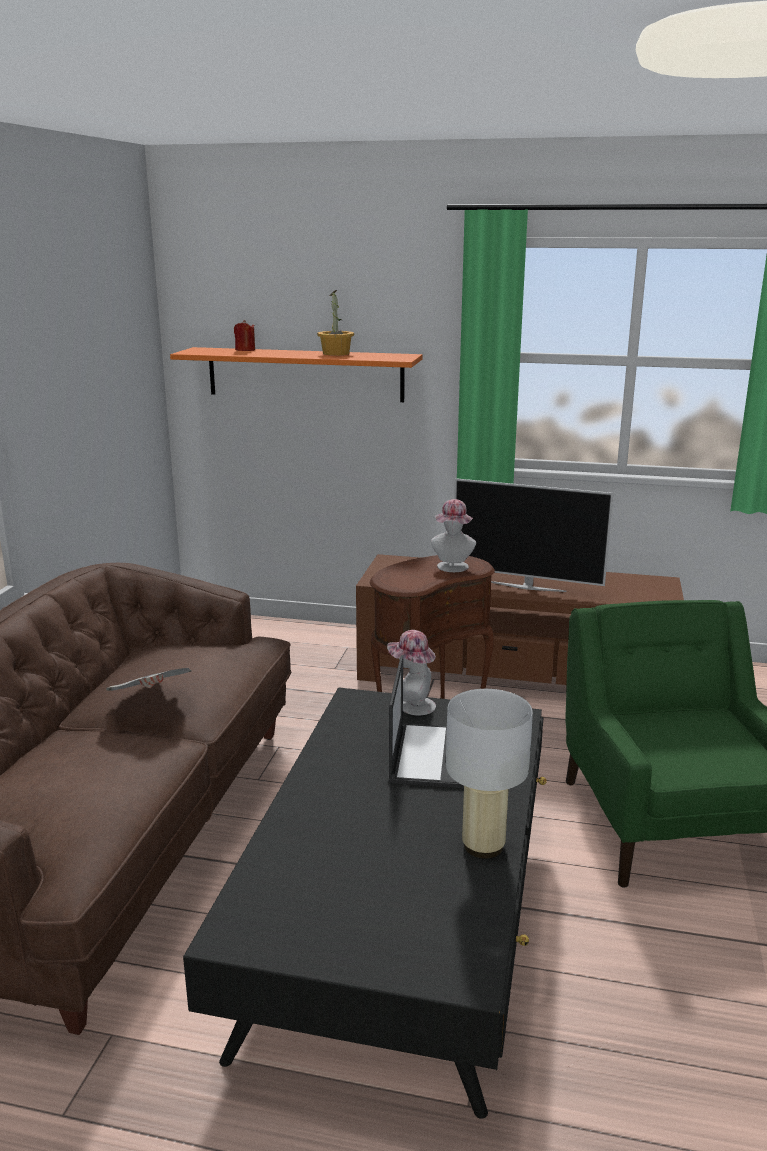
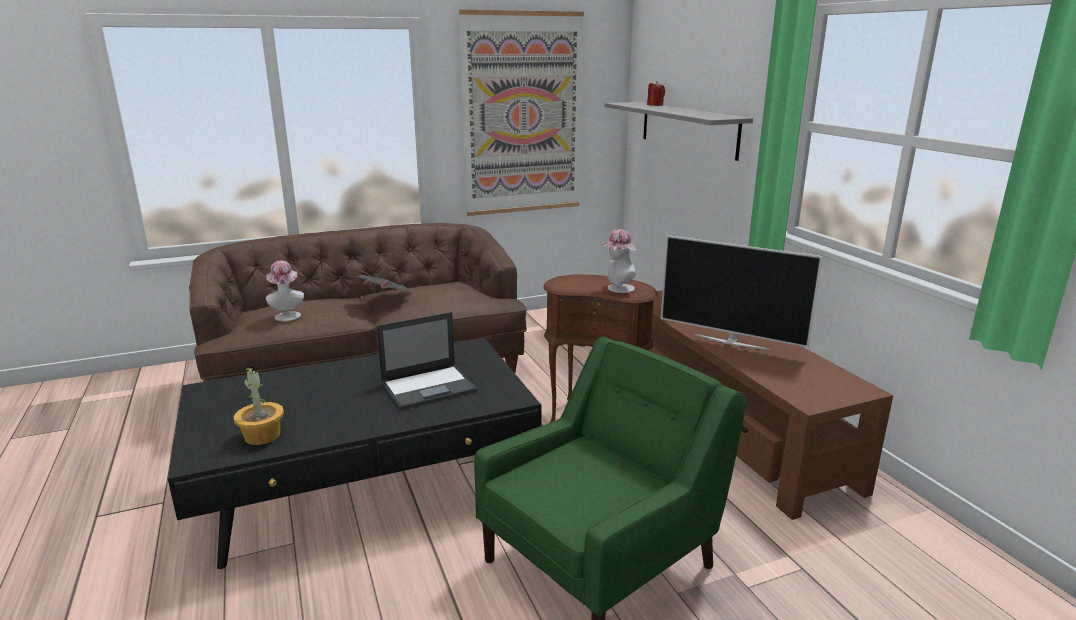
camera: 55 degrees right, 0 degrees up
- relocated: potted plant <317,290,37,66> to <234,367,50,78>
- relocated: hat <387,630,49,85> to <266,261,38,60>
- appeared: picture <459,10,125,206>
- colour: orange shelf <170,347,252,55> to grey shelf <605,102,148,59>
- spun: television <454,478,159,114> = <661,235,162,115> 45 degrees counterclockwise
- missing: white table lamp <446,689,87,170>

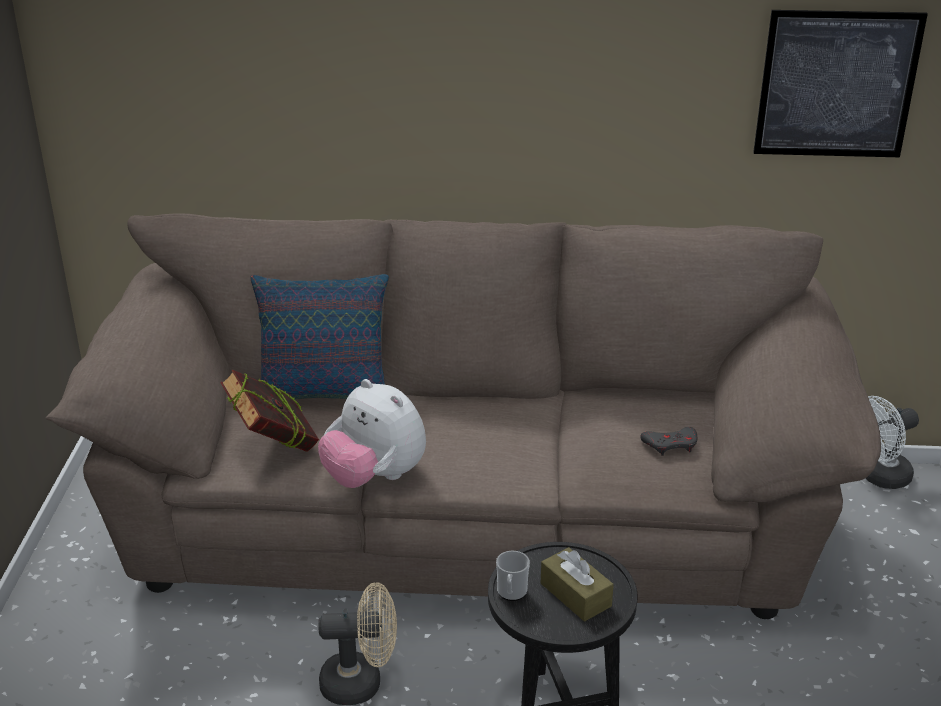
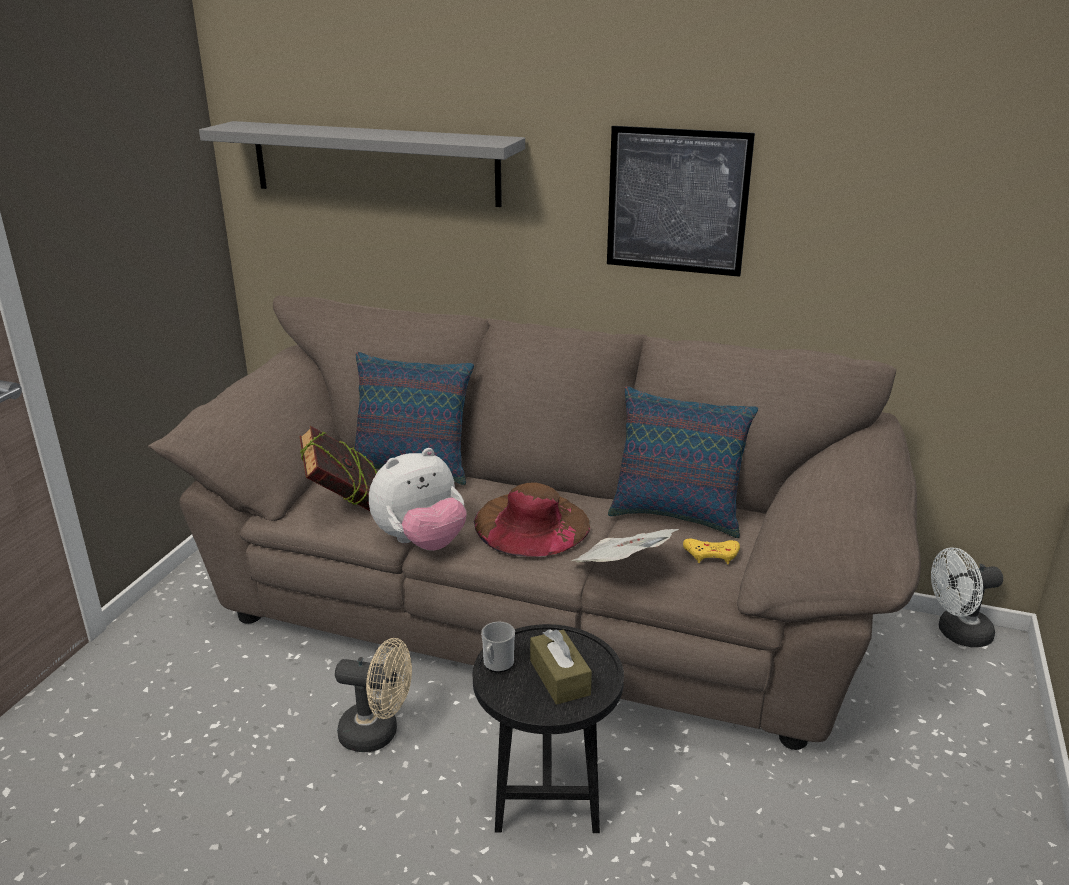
camera: 15 degrees right, 5 degrees down
- appeared: grey shelf <199,121,326,86>
- spun: plush toy <318,379,108,109> = <369,448,97,103> 90 degrees counterclockwise
- appeared: brown hat <474,482,116,75>
- appeared: newspaper <571,529,108,33>
- relocated: picture <753,10,175,147> to <607,126,148,151>
- appeared: blue pillow <608,386,150,152>
- colour: grey game controller <641,427,56,29> to yellow game controller <683,539,57,25>

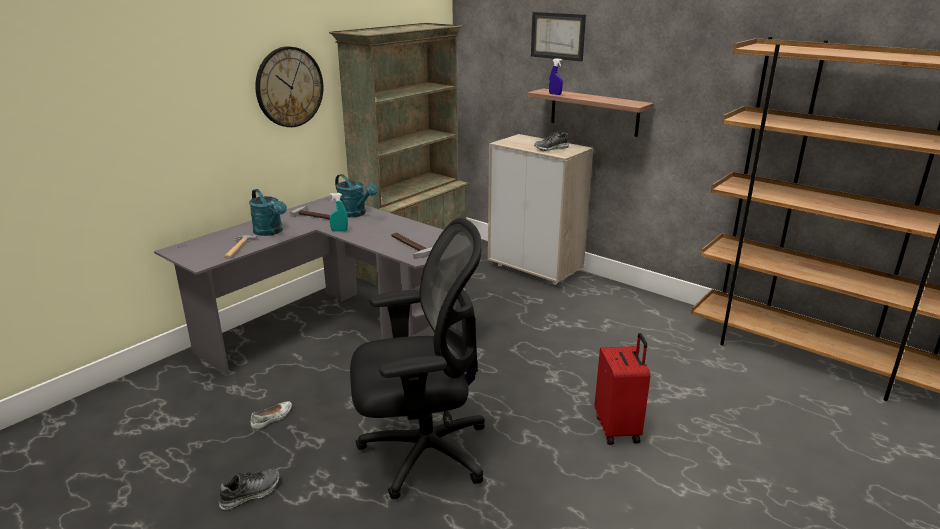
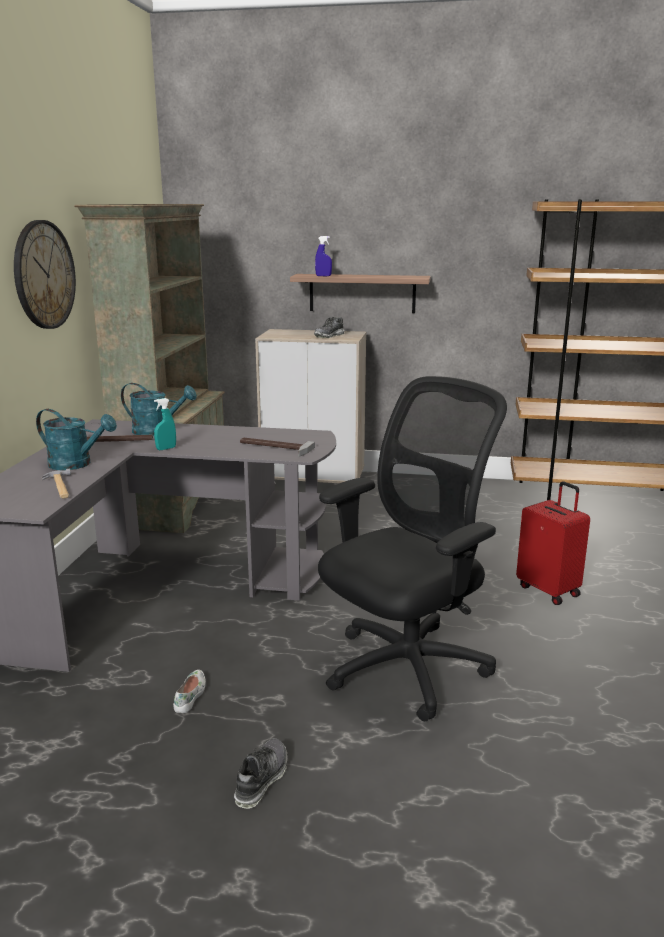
camera: 30 degrees left, 5 degrees down
- missing: picture <531,12,55,49>

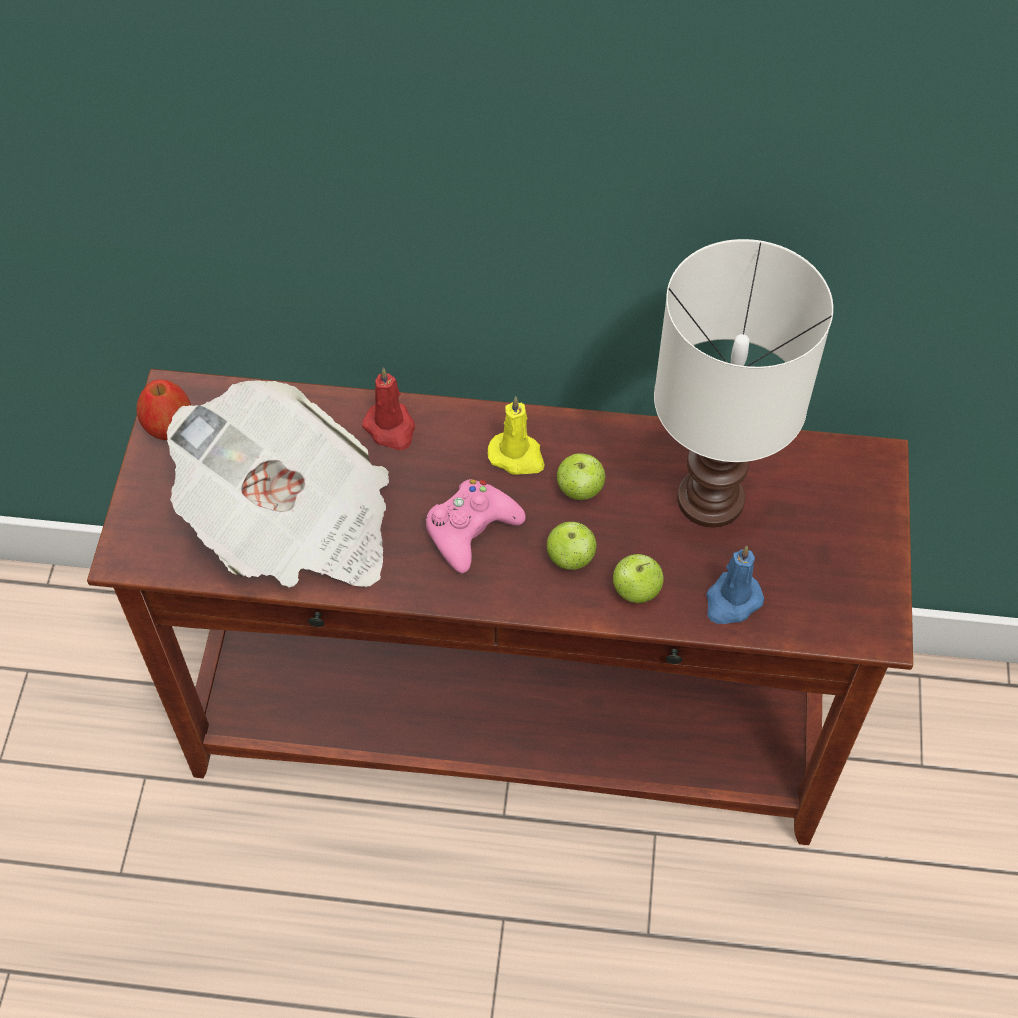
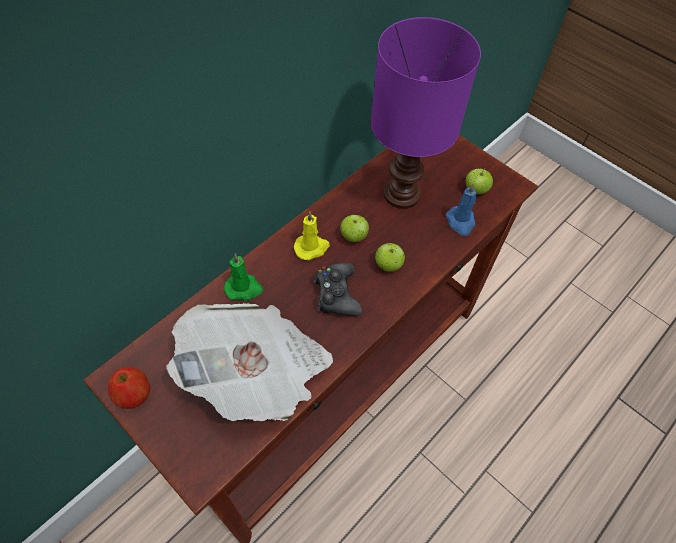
camera: 55 degrees left, 0 degrees up
- colour: red candle <362,367,53,83> to green candle <224,253,39,48>
- colour: pink game controller <426,479,100,94> to black game controller <314,263,48,53>
- colour: white table lamp <654,239,179,289> to purple table lamp <371,17,110,192>
- relocated: apple <613,554,51,49> to <465,167,28,27>

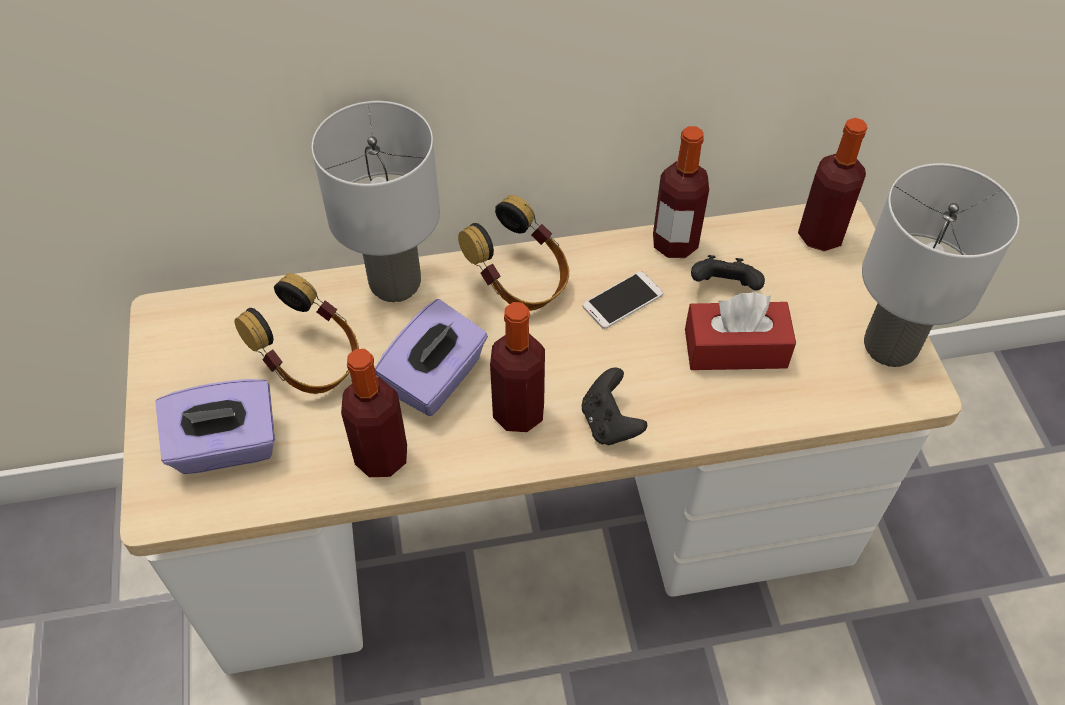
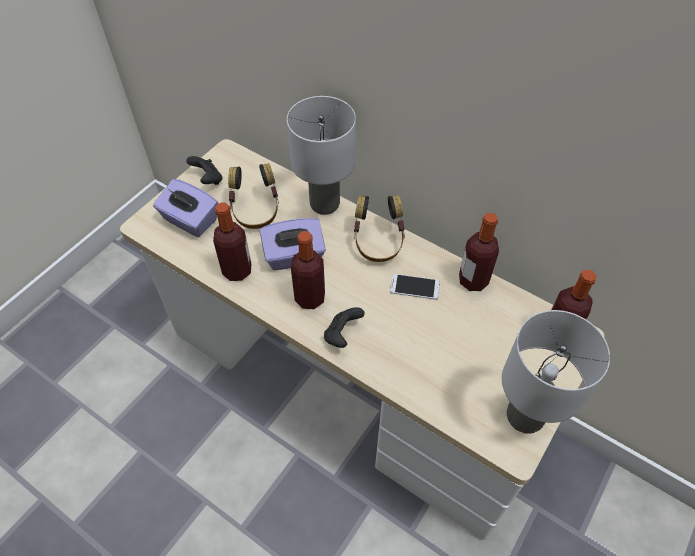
camera: 45 degrees right, 0 degrees up
- relocated: black game controller <691,255,74,36> to <186,156,37,29>
- missing: red tissue box <685,292,111,78>

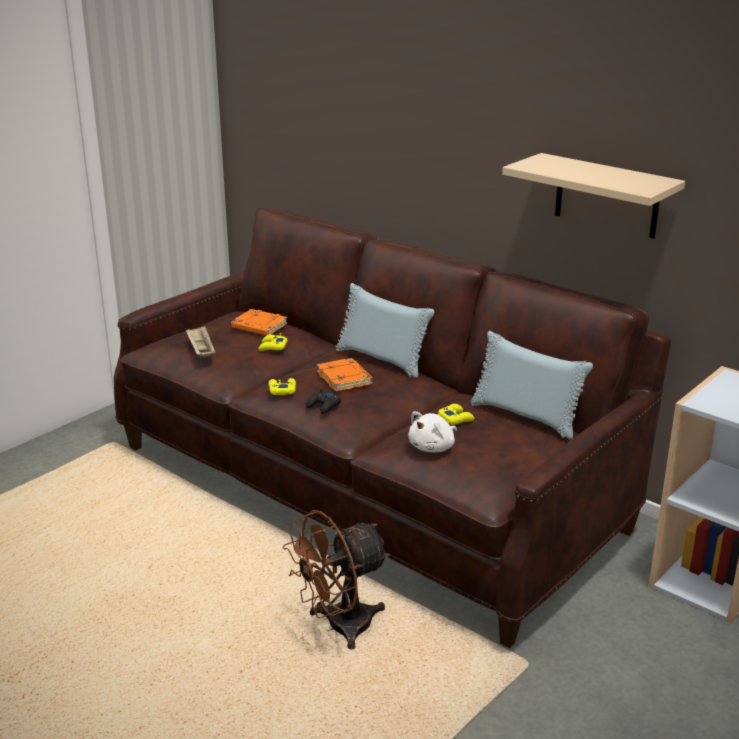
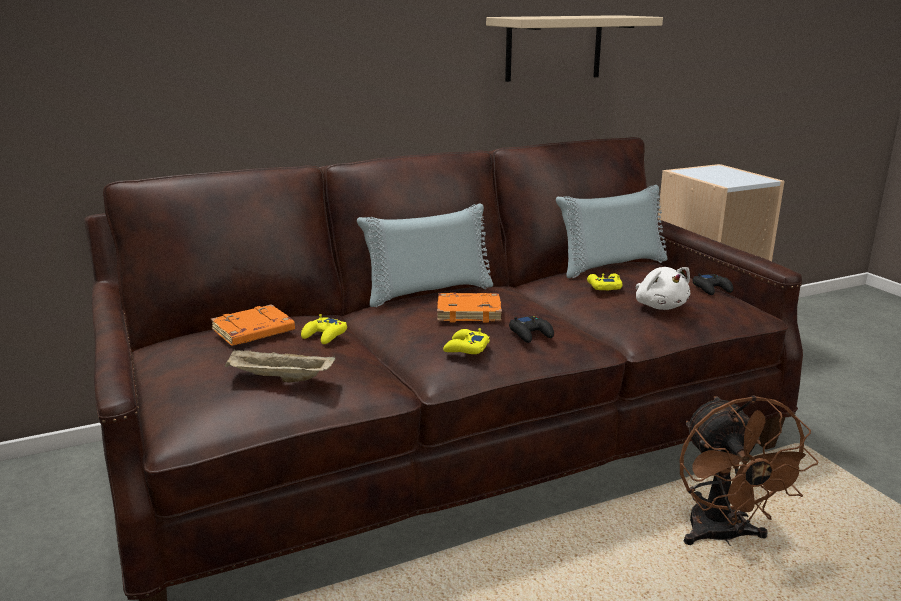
camera: 65 degrees left, 5 degrees down
- appeared: black game controller <692,274,41,21>

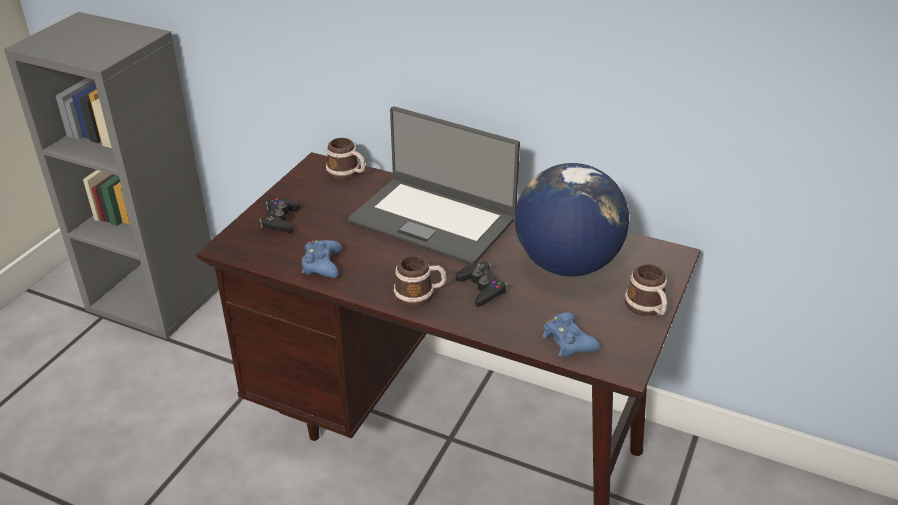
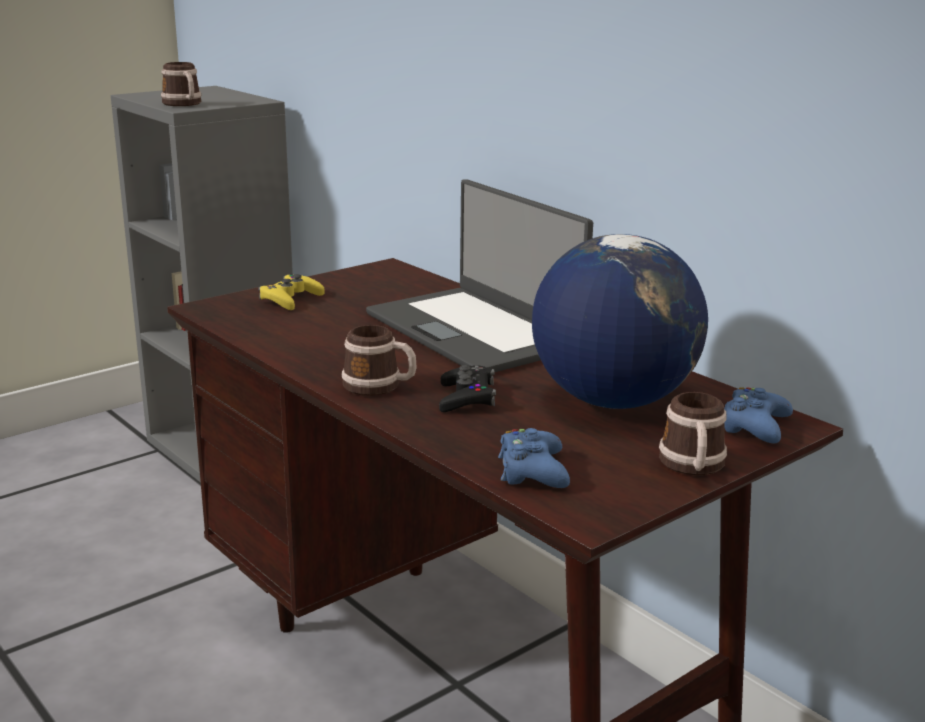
camera: 25 degrees right, 15 degrees down
- relocated: mug <326,138,39,42> to <161,62,40,44>
- colour: black game controller <259,198,41,35> to yellow game controller <258,274,67,36>
- relocated: blue game controller <302,240,40,38> to <724,387,69,57>

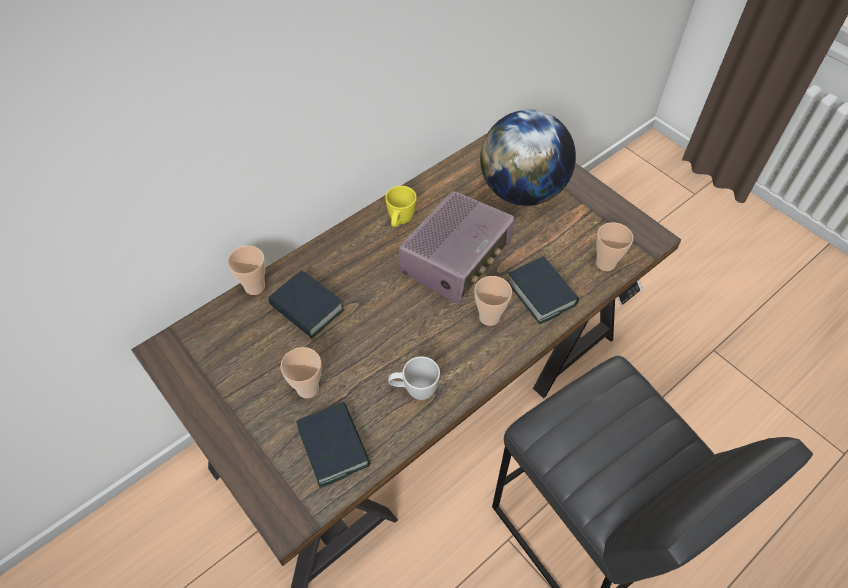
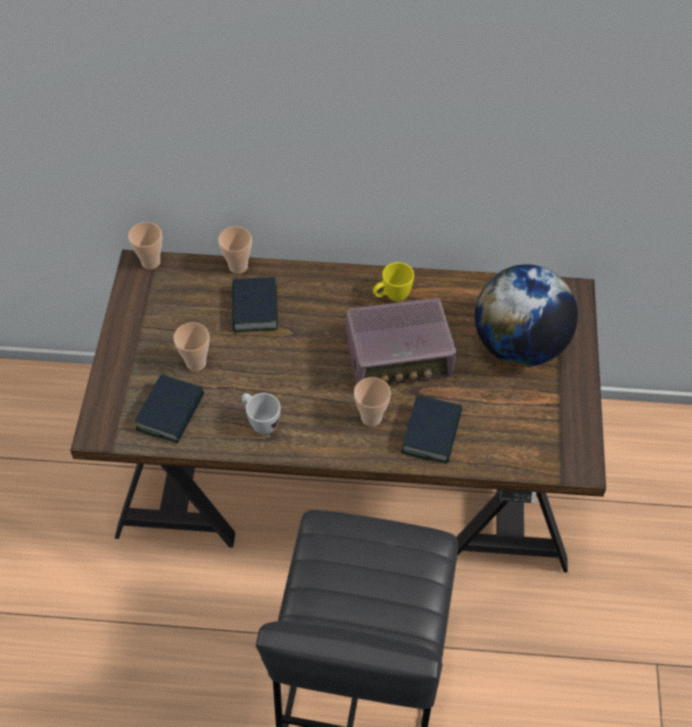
camera: 45 degrees right, 0 degrees up
- relocated: cup <596,222,37,49> to <128,222,34,47>

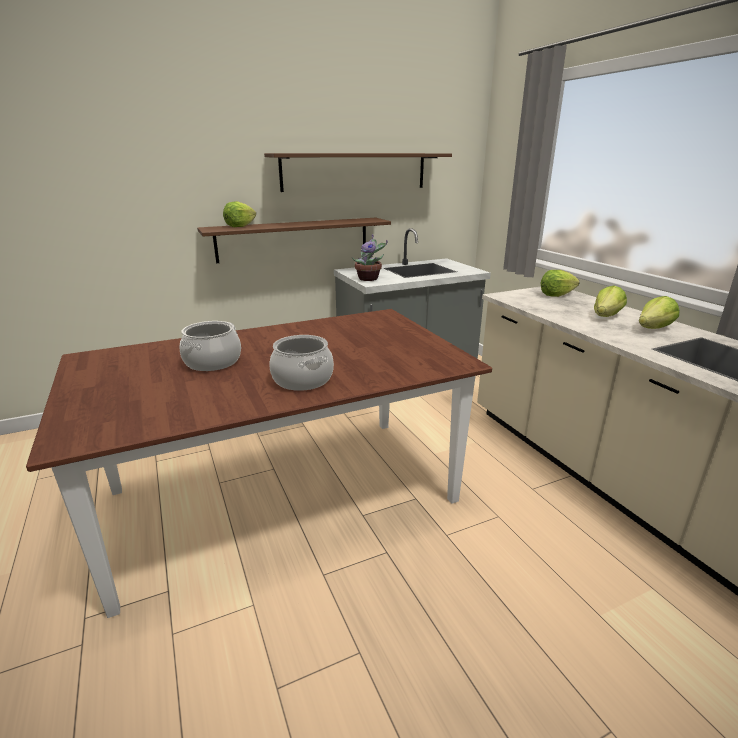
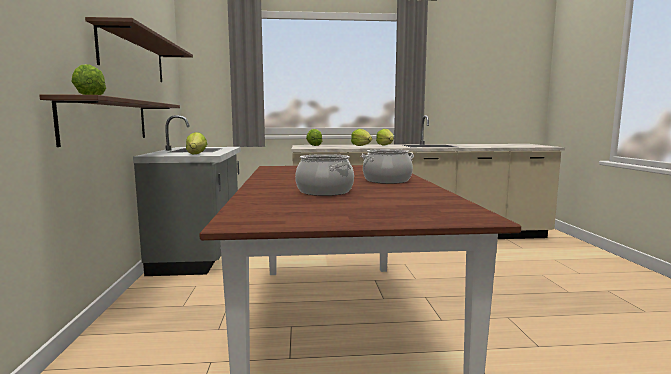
camera: 70 degrees left, 15 degrees down
- exchanged: potted plant <352,235,36,46> to lettuce <186,132,21,22>

